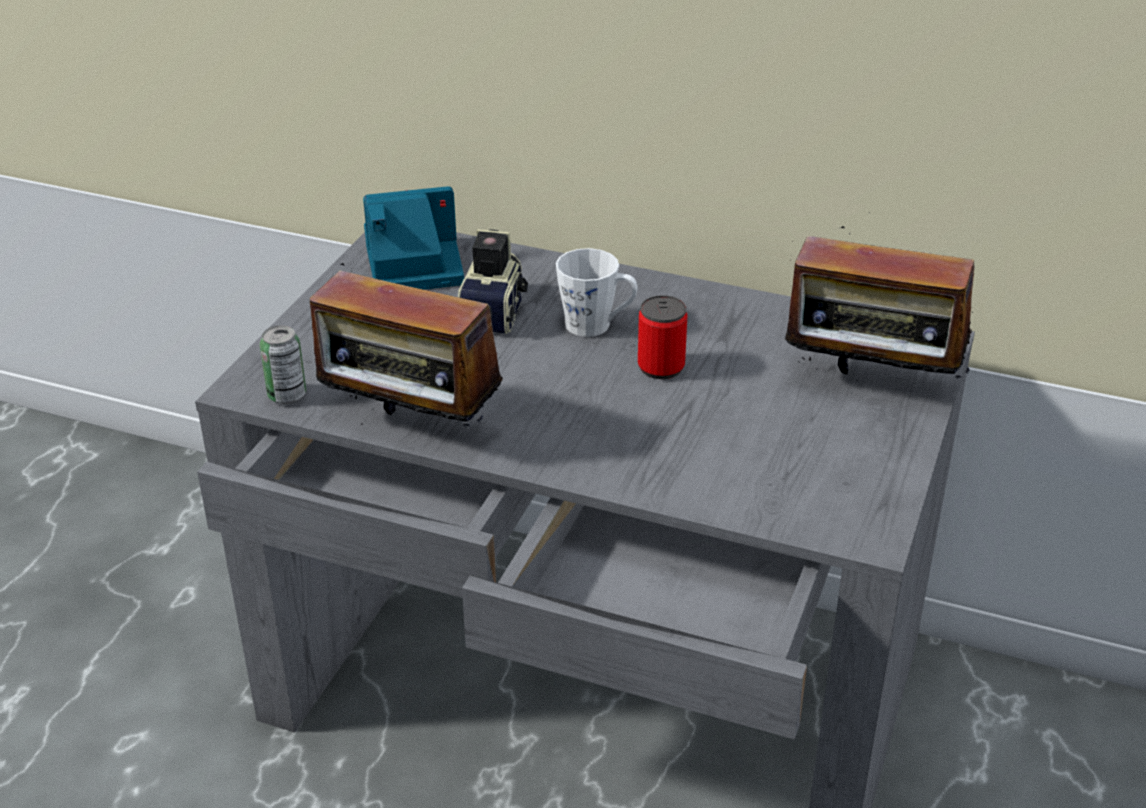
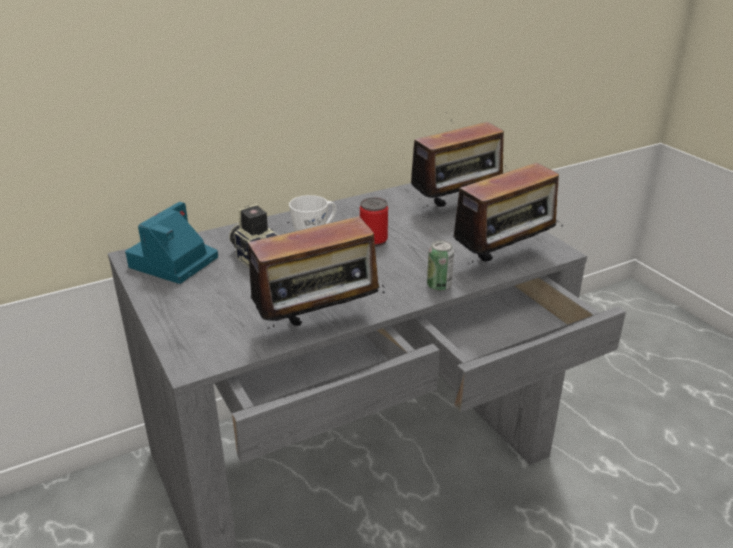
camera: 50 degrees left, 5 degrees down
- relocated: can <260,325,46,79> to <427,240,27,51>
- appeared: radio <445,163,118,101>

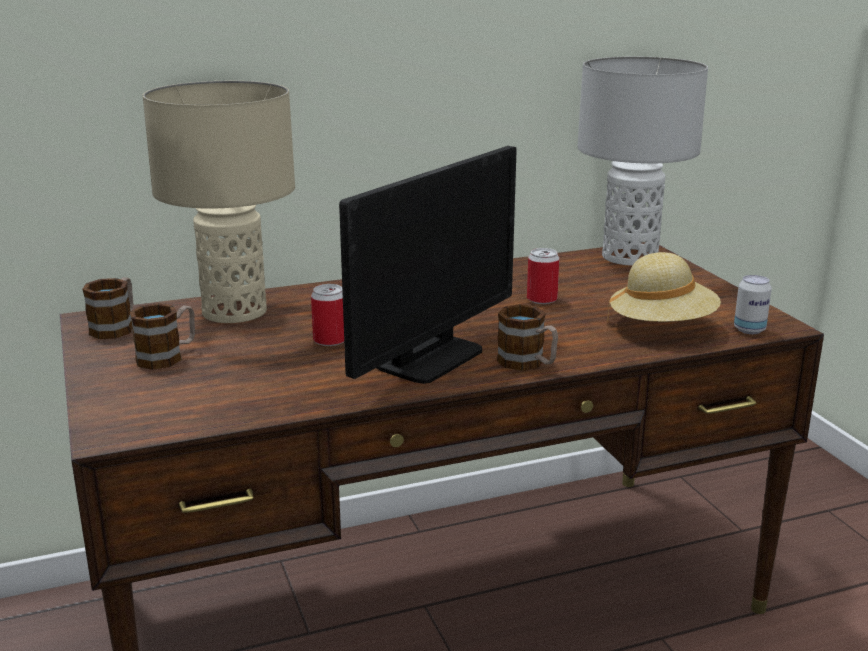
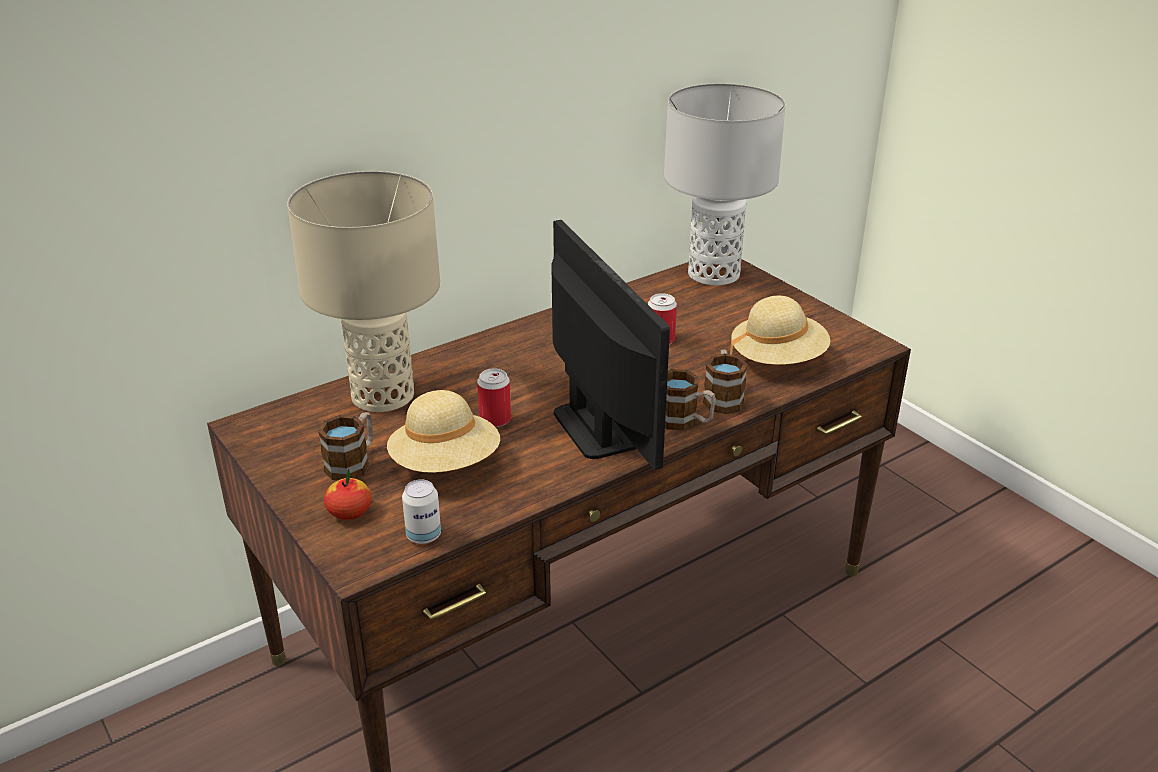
camera: 15 degrees left, 10 degrees up
- appeared: apple <324,469,48,51>
- appeared: beige hat <387,390,113,83>
- relocated: can <734,275,38,59> to <402,480,39,64>
- spun: monitor <339,146,178,238> = <551,220,119,250> 45 degrees counterclockwise
- relocated: mug <82,277,51,62> to <703,349,45,65>

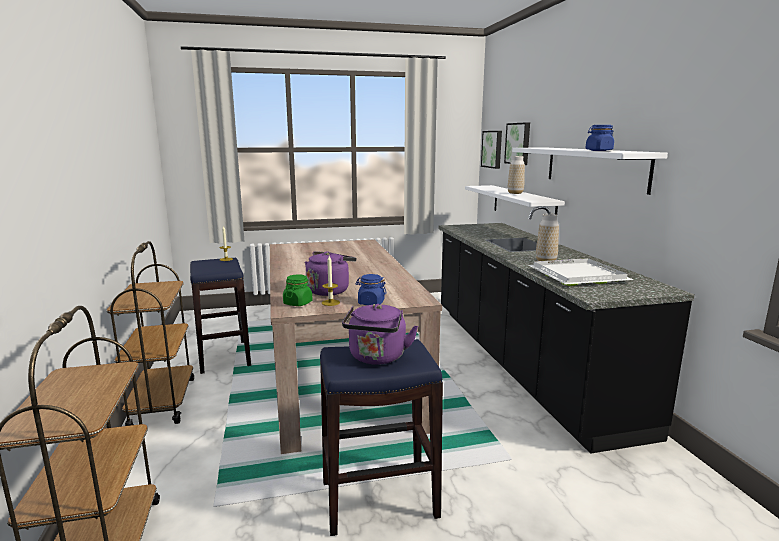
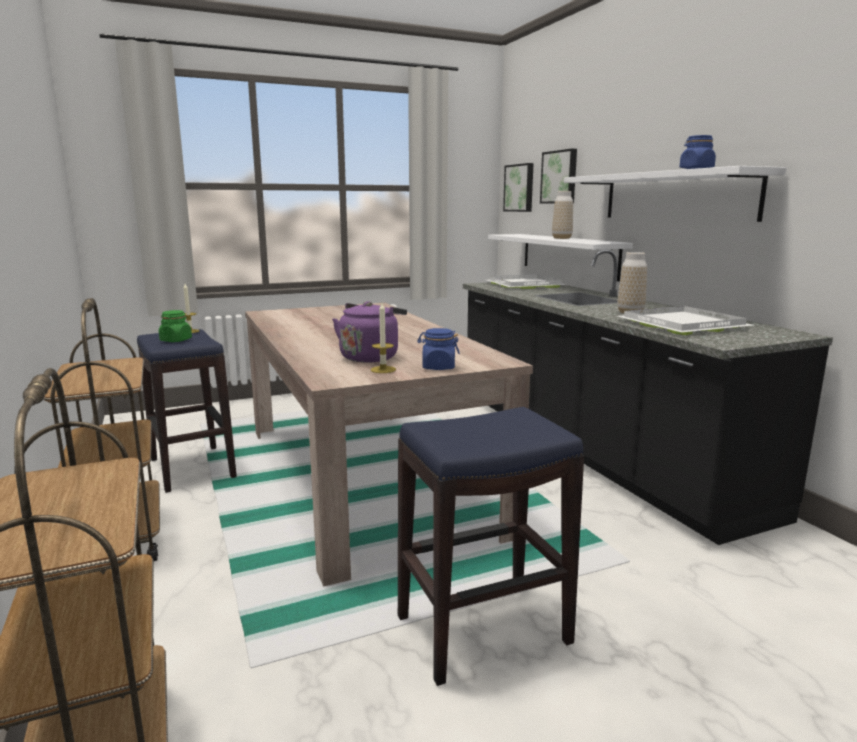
camera: 10 degrees left, 0 degrees up
- relocated: green jar <283,274,29,32> to <159,310,33,32>
- appeared: white tray <487,274,79,15>
- missing: purple kettle <342,304,76,60>

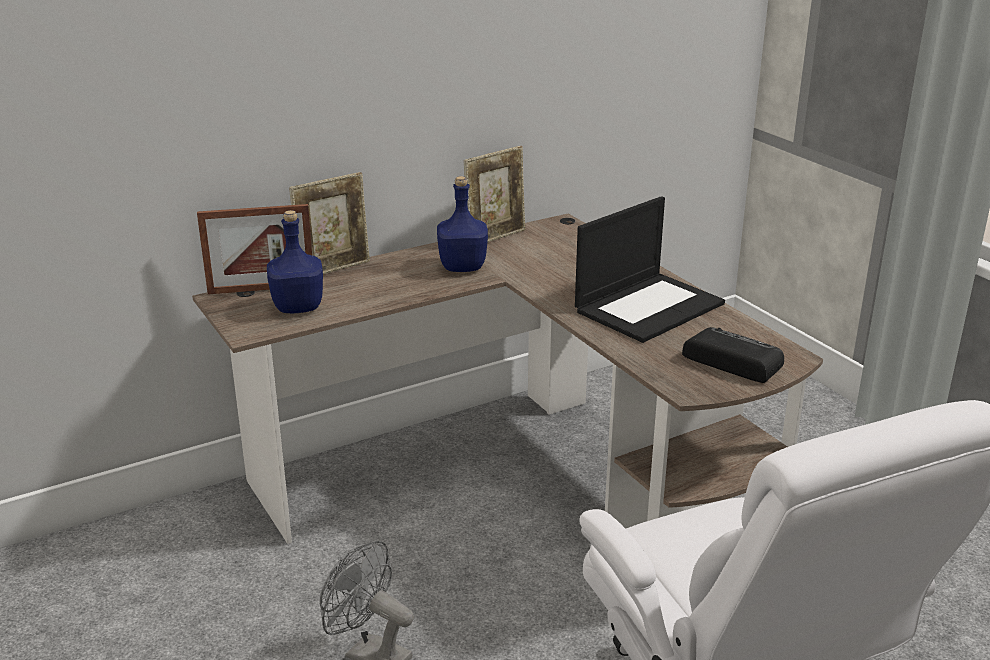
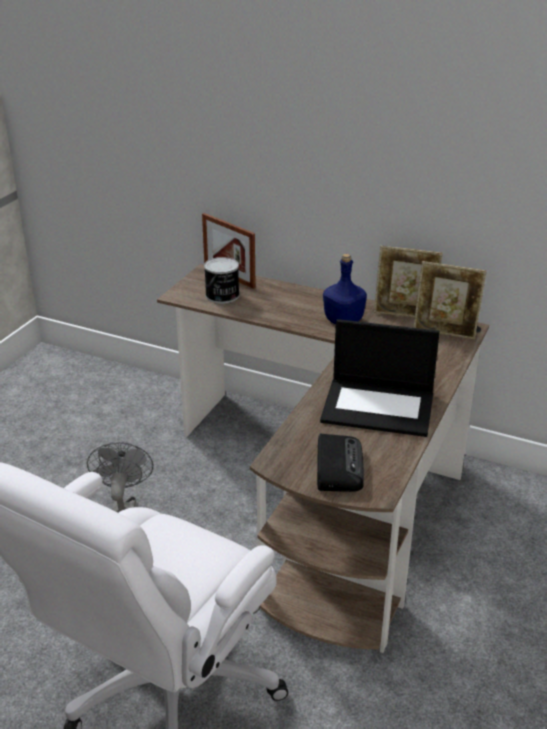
camera: 55 degrees right, 5 degrees up
- exchanged: blue bottle <267,210,56,103> to can <204,257,36,47>
- relocated: picture frame <289,172,81,102> to <413,261,74,79>

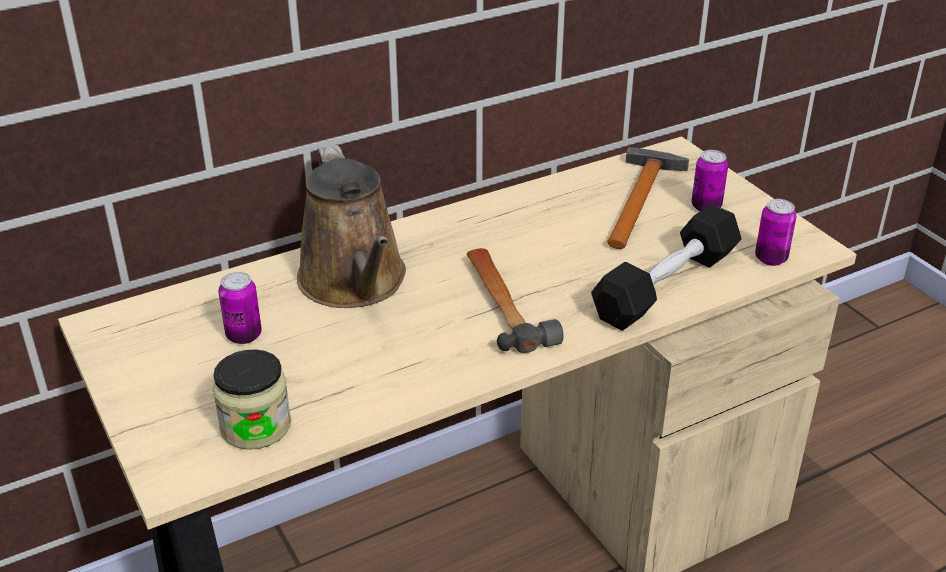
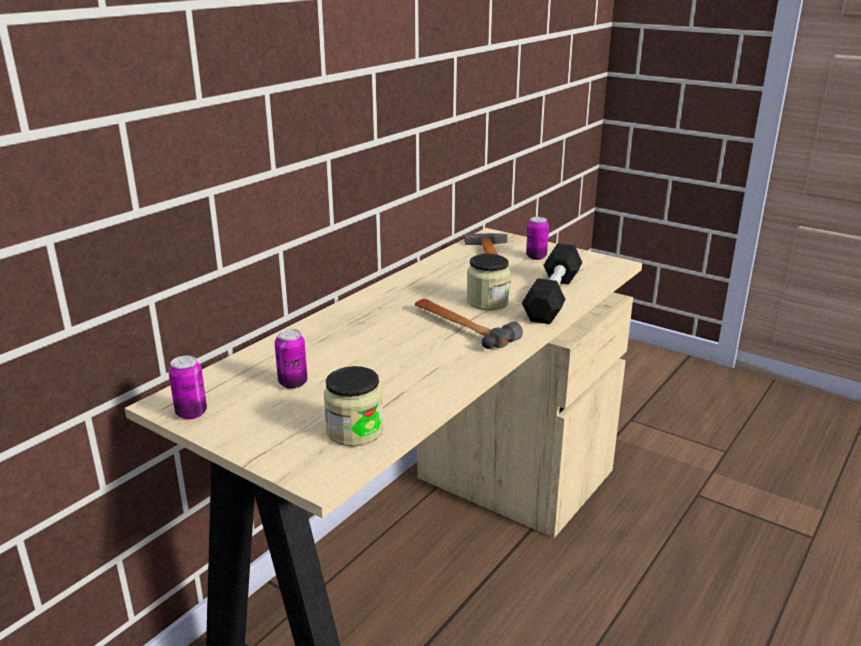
camera: 25 degrees left, 10 degrees down
- relocated: can <755,199,42,67> to <168,356,39,64>
- appeared: jar <467,254,43,56>
- missing: brown watering can <297,144,109,164>

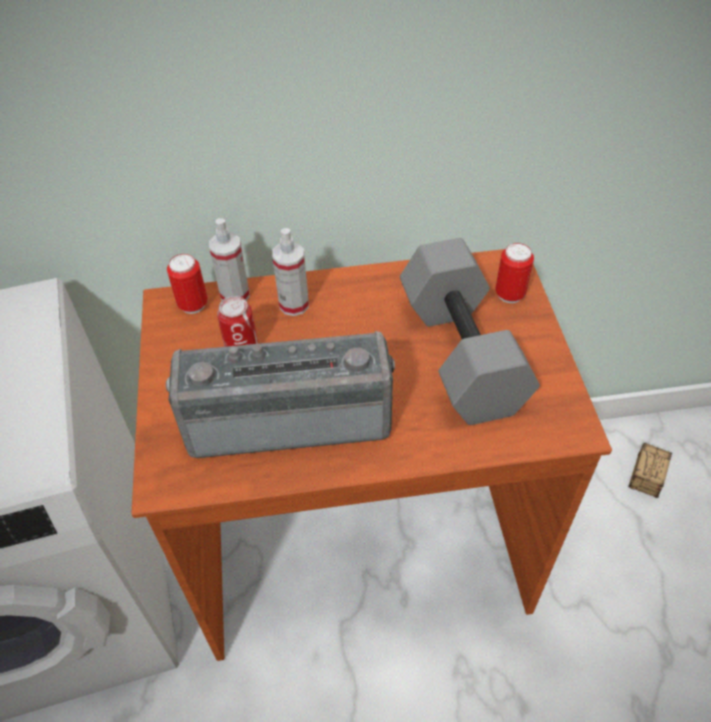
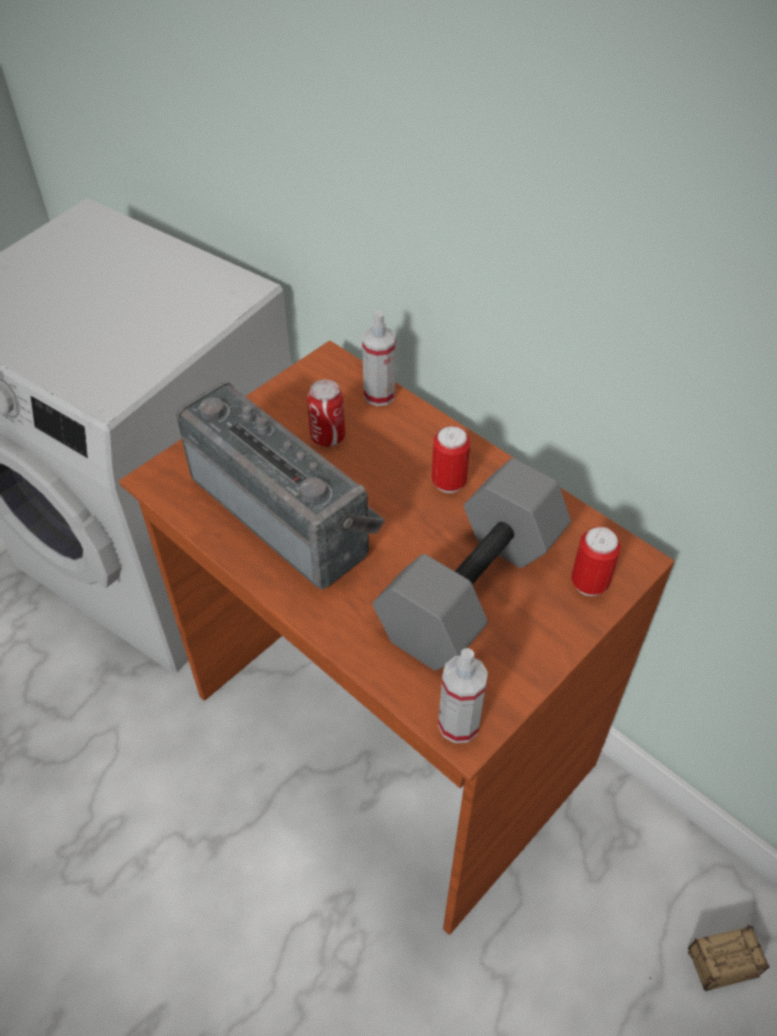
camera: 50 degrees right, 0 degrees up
- relocated: can <167,254,40,60> to <432,426,38,67>
- relocated: spray bottle <272,228,37,88> to <438,648,50,95>

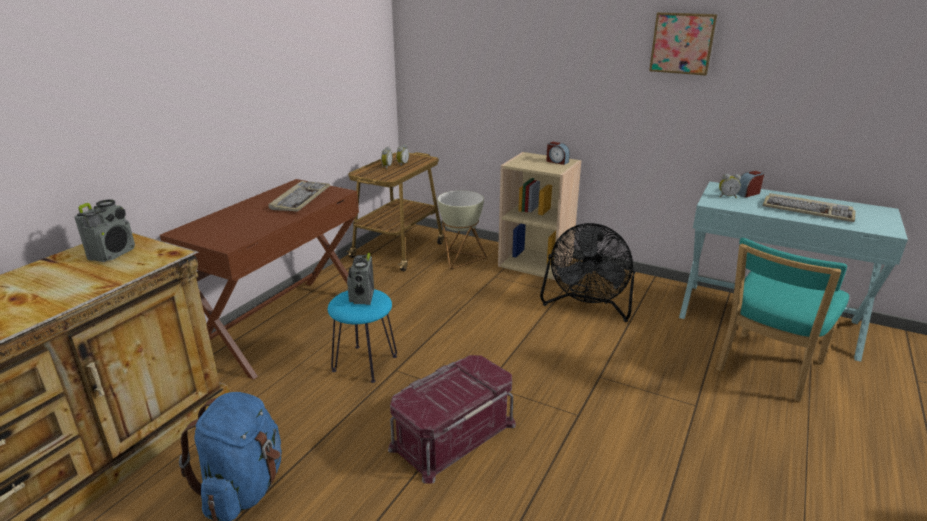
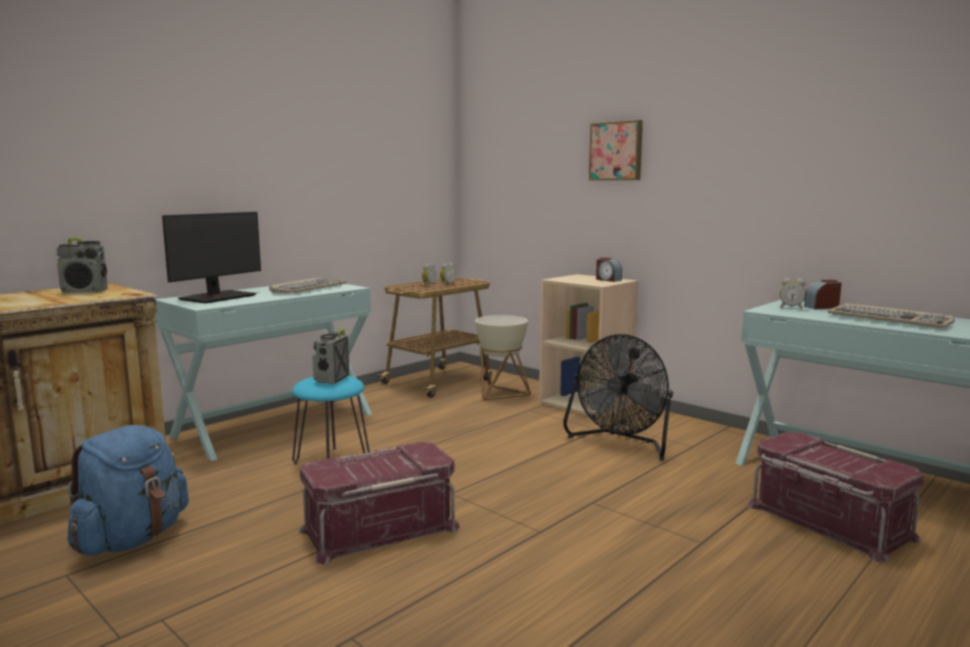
camera: 15 degrees right, 15 degrees down
- spun: radio <74,199,61,63> = <57,238,51,55> 45 degrees clockwise
- colour: brown desk <160,179,199,201> to turquoise desk <155,284,217,177>
- appeared: monitor <162,212,99,92>
- relocated: picture <649,12,69,64> to <589,120,54,60>
- exchanged: turquoise chair <717,238,132,164> to red storage box <748,432,175,130>

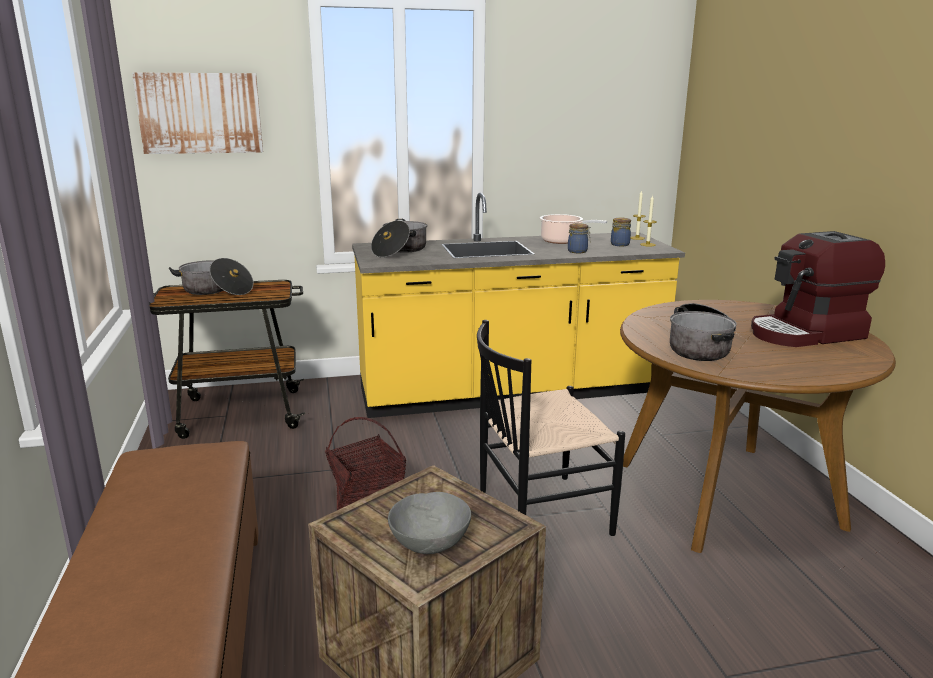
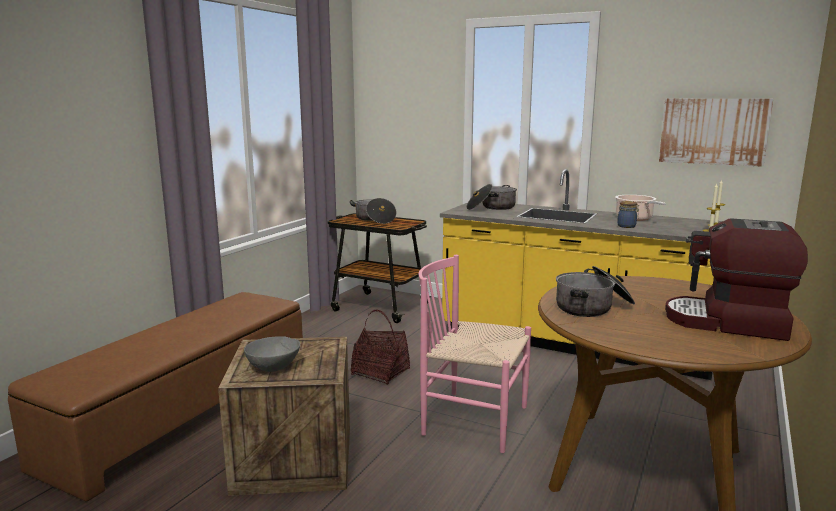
camera: 40 degrees right, 5 degrees down
- colour: black chair <477,320,148,216> to pink chair <419,255,112,198>
- relocated: picture <132,72,131,82> to <659,99,114,68>
- missing: jar <611,217,20,29>

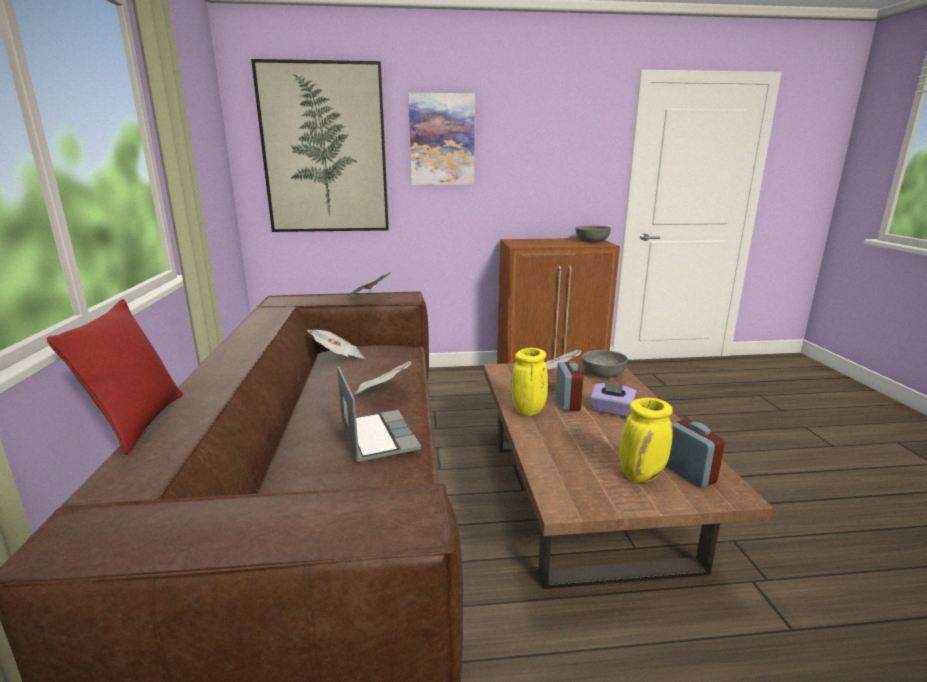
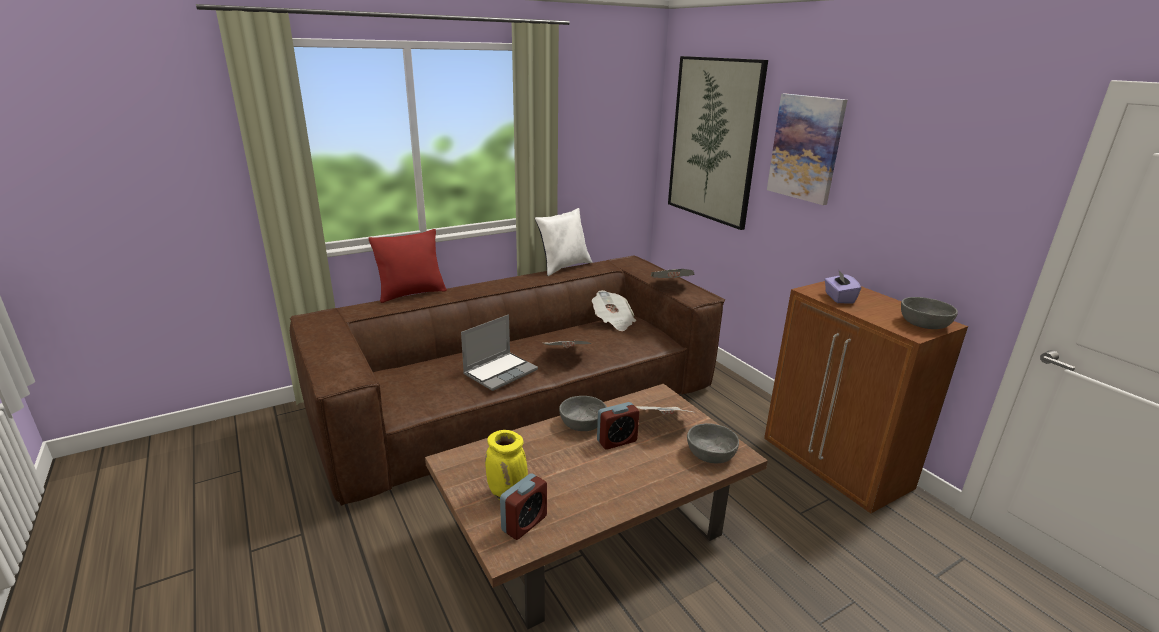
camera: 65 degrees right, 5 degrees up
- appeared: white pillow <535,208,57,68>
- exchanged: yellow vase <511,348,37,68> to grey bowl <559,396,48,35>
- relocated: purple tissue box <591,382,45,35> to <824,269,37,35>

